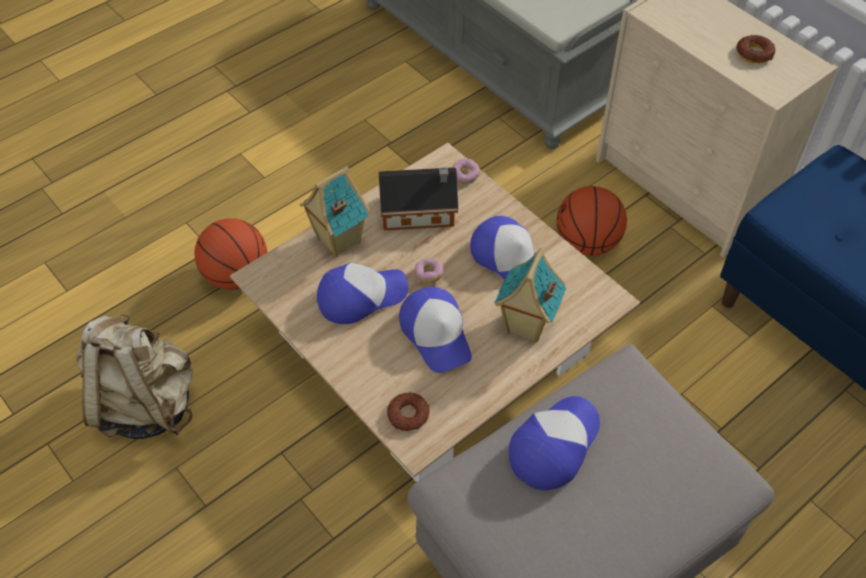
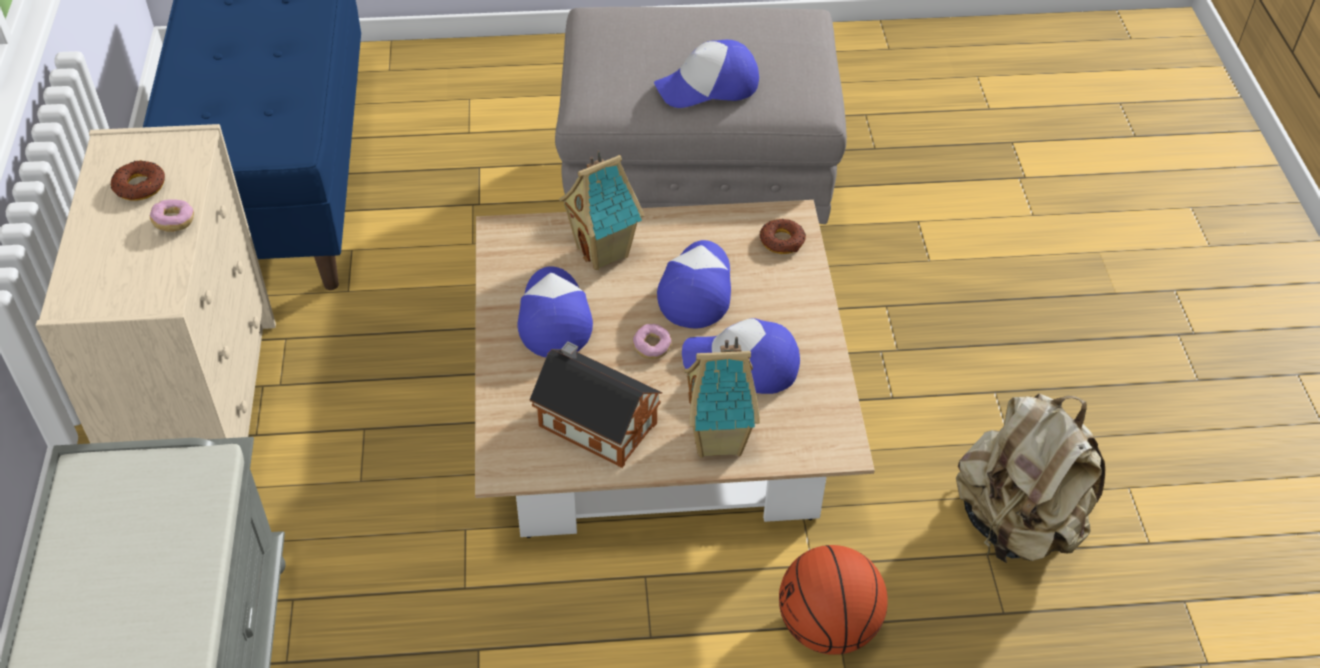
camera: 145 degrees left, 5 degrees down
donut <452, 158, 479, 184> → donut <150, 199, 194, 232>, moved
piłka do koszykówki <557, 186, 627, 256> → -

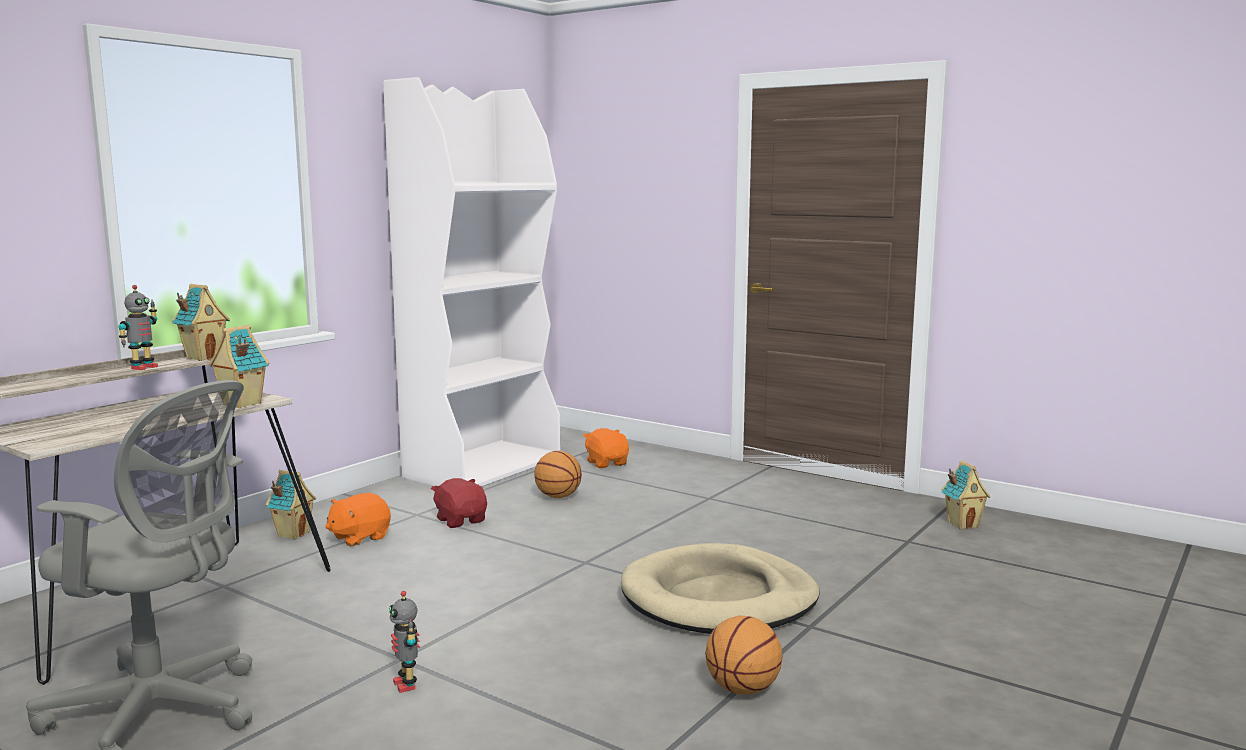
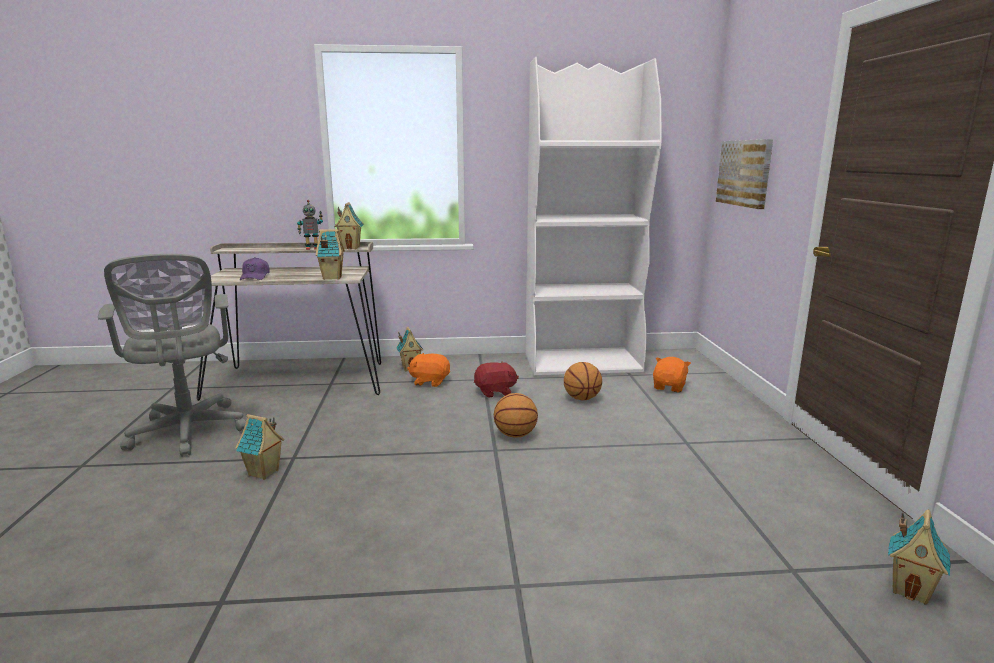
camera: 50 degrees right, 5 degrees up
pluszak (czerwony) <431, 478, 487, 528> → pluszak (czerwony) <474, 361, 519, 398>, 60 degrees clockwise
legowisko (beżowy) <621, 543, 820, 634> → -
robot zabawkowy <389, 591, 420, 693> → domek <236, 414, 285, 480>
piłka do koszykówki <705, 615, 783, 695> → piłka do koszykówki <494, 393, 538, 438>, moved
- → obraz <716, 139, 773, 209>
- → czapka z daszkiem (fioletowy) <240, 257, 269, 280>

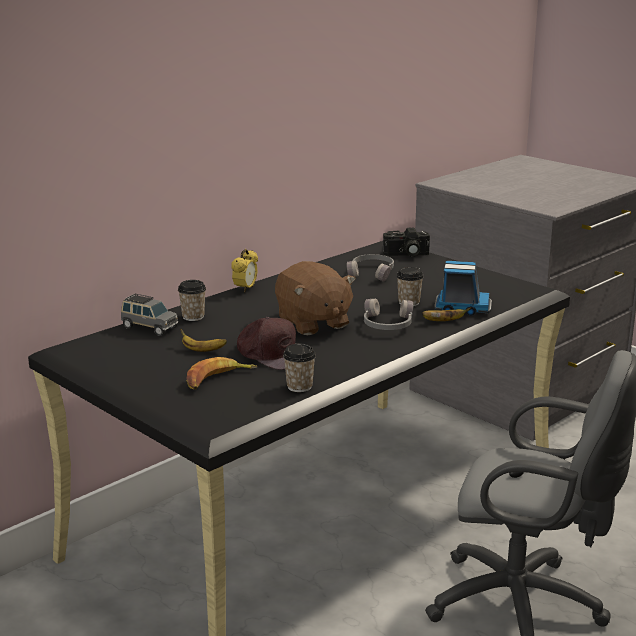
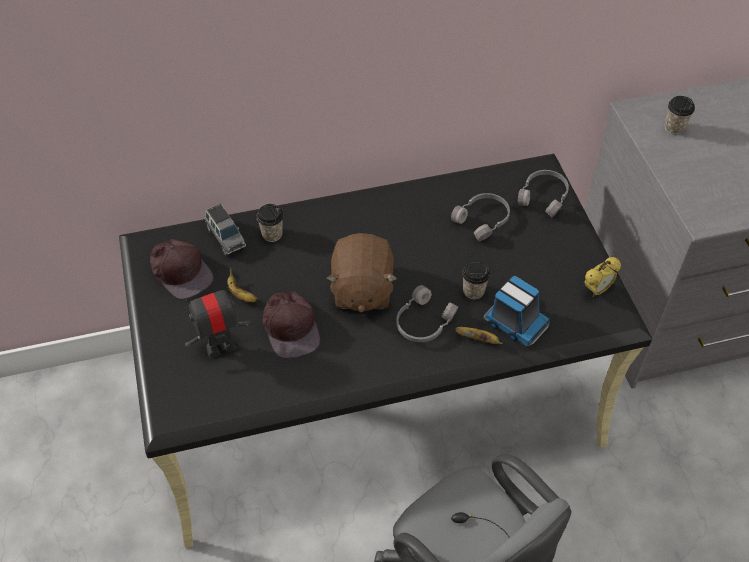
camera: 30 degrees right, 30 degrees up
aparat fotograficzny <383, 228, 430, 257> → słuchawki (szary) <518, 170, 569, 217>
budzik <231, 249, 258, 293> → budzik <584, 257, 621, 297>, moved
filiżanka <283, 344, 316, 392> → filiżanka <665, 96, 695, 135>, moved
banan <186, 357, 257, 390> → robot zabawkowy <184, 282, 251, 358>
- → czapka z daszkiem (brązowy) <150, 239, 214, 299>

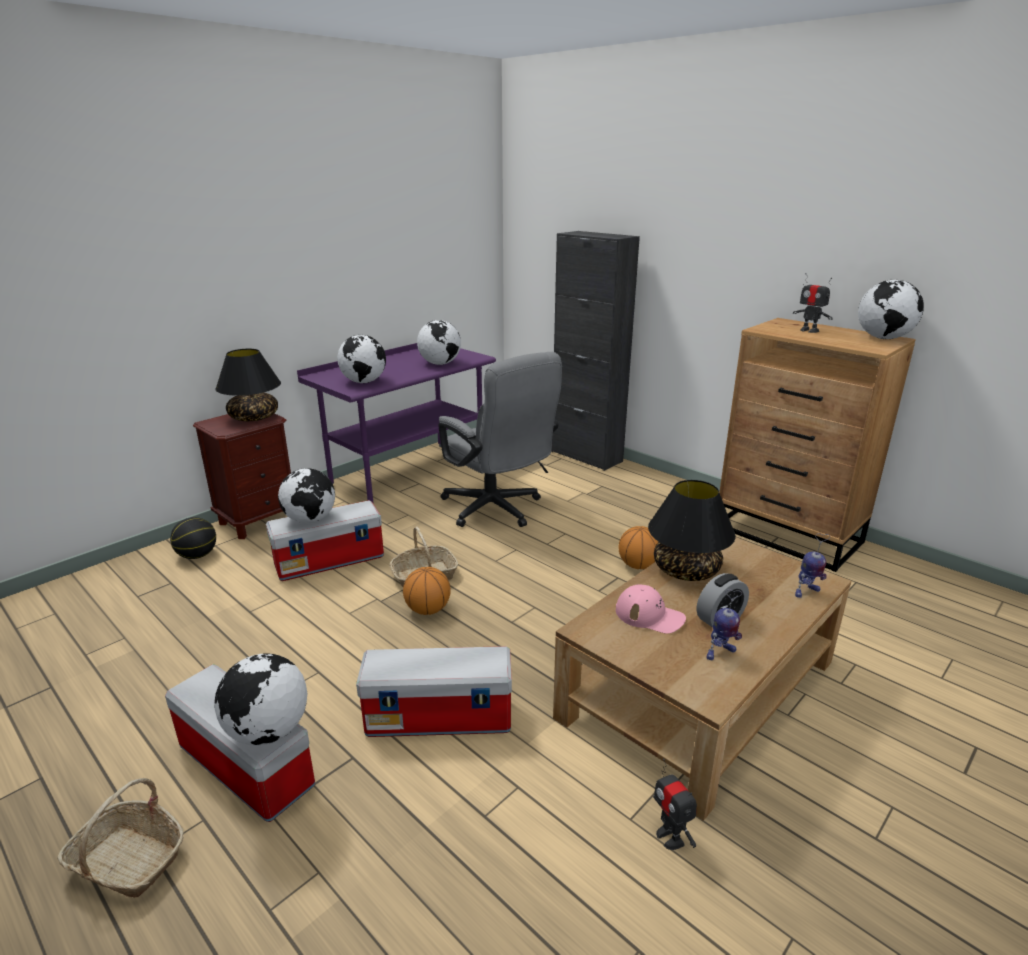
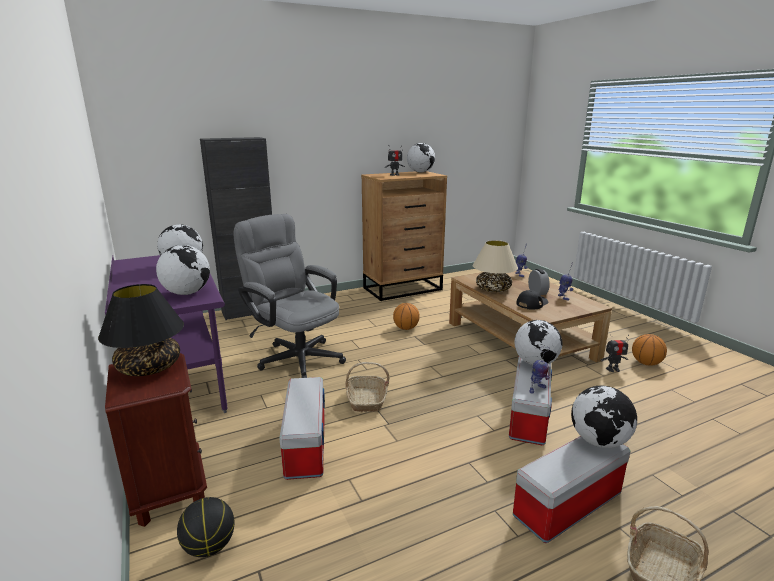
camera: 70 degrees left, 5 degrees down
krzesło biurowe (szary) <438, 352, 562, 527> → krzesło biurowe (szary) <234, 214, 346, 378>, 120 degrees counterclockwise
globus <278, 468, 335, 523> → globus <514, 320, 562, 365>, moved
lampa stołowa (czarny) <648, 480, 736, 581> → lampa stołowa (beżowy) <473, 240, 518, 292>
piłka do koszykówki <403, 567, 451, 615> → piłka do koszykówki <632, 334, 667, 366>, moved
czapka z daszkiem (różowy) <616, 584, 686, 634> → czapka z daszkiem (czarny) <516, 290, 548, 309>
- → robot zabawkowy <530, 347, 550, 394>

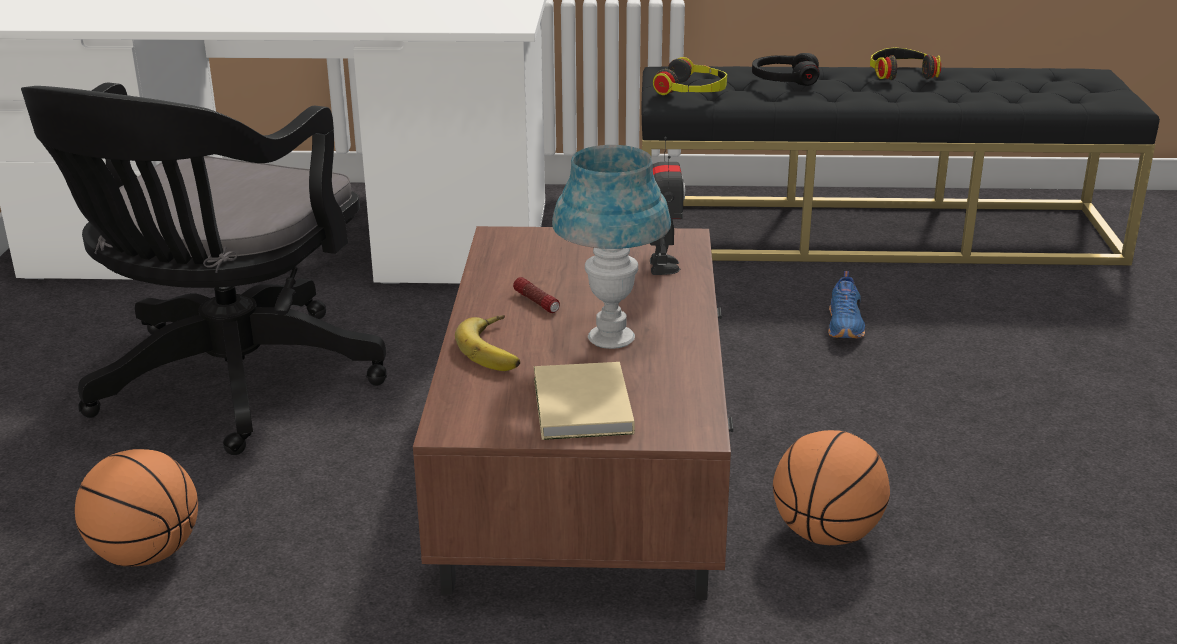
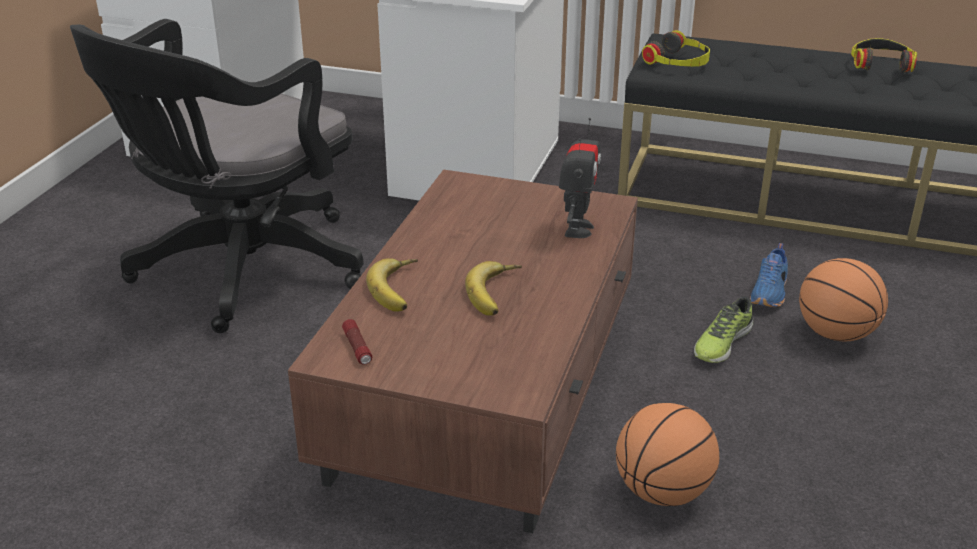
camera: 15 degrees right, 5 degrees up
słuchawki (czarny) <752, 53, 819, 86> → -
lampa stołowa (niebieski) <552, 145, 671, 349> → banan <465, 261, 522, 316>
latarka <513, 277, 560, 313> → latarka <342, 319, 372, 365>, moved
książka (beżowy) <534, 362, 635, 440> → -
piłka do koszykówki <75, 449, 198, 566> → piłka do koszykówki <799, 258, 888, 341>, moved
- → but <694, 297, 753, 363>

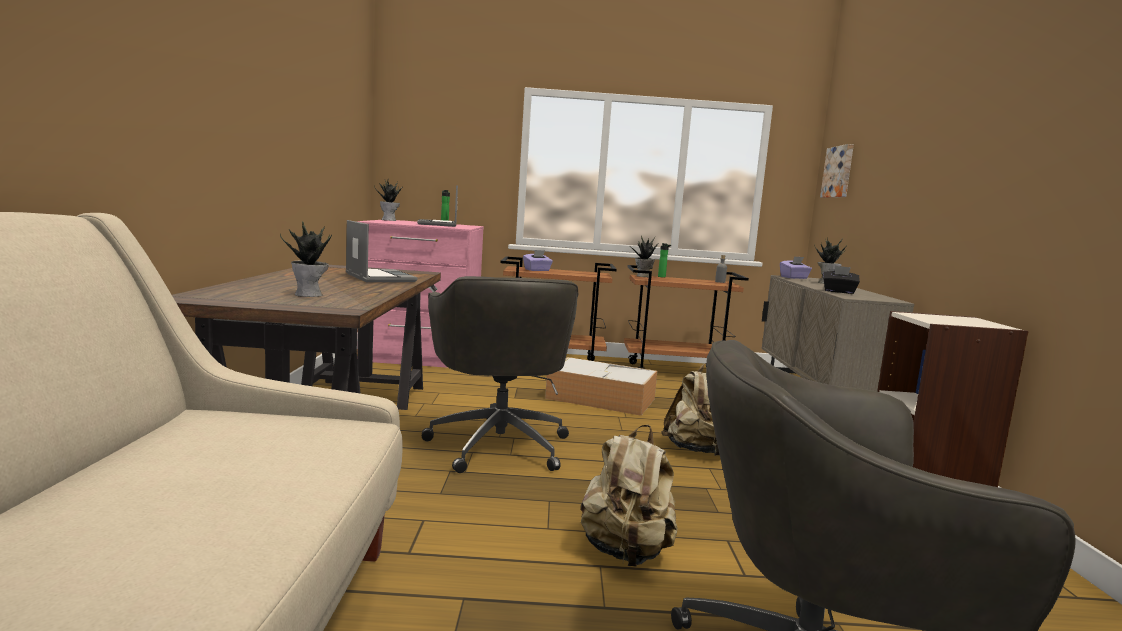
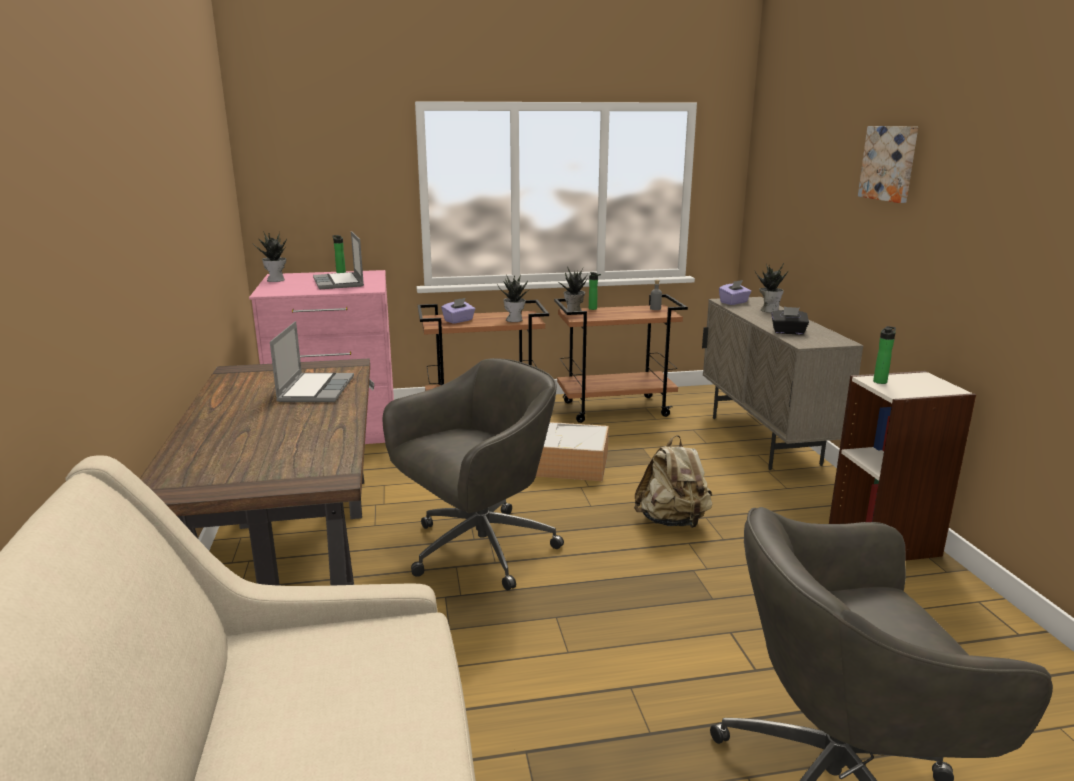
camera: 10 degrees left, 10 degrees up
obraz <820, 144, 854, 198> → obraz <858, 126, 918, 203>, moved
laptop <346, 220, 417, 282> → laptop <270, 321, 354, 402>, 45 degrees clockwise
roślina doniczkowa <280, 221, 332, 297> → roślina doniczkowa <497, 274, 530, 322>, moved
krzesło biurowe (szary) <422, 276, 578, 473> → krzesło biurowe (szary) <383, 358, 564, 590>, 105 degrees counterclockwise
plecak (beżowy) <581, 425, 678, 567> → -
- → butelka <873, 326, 896, 384>

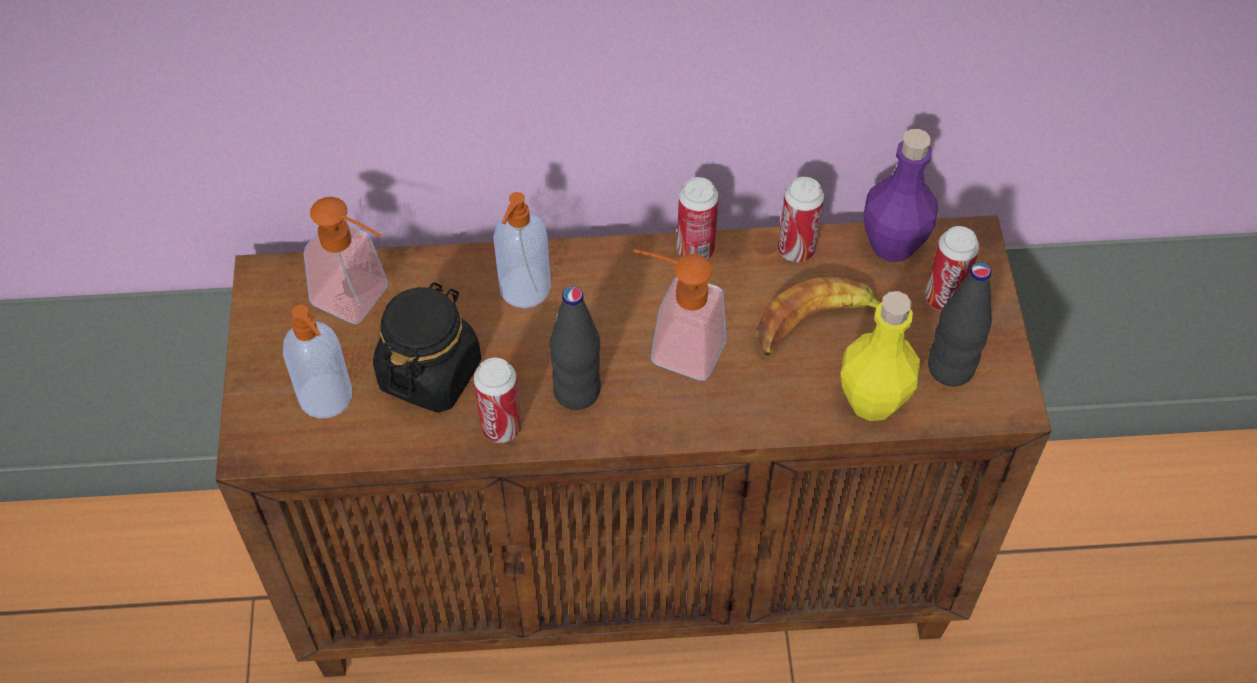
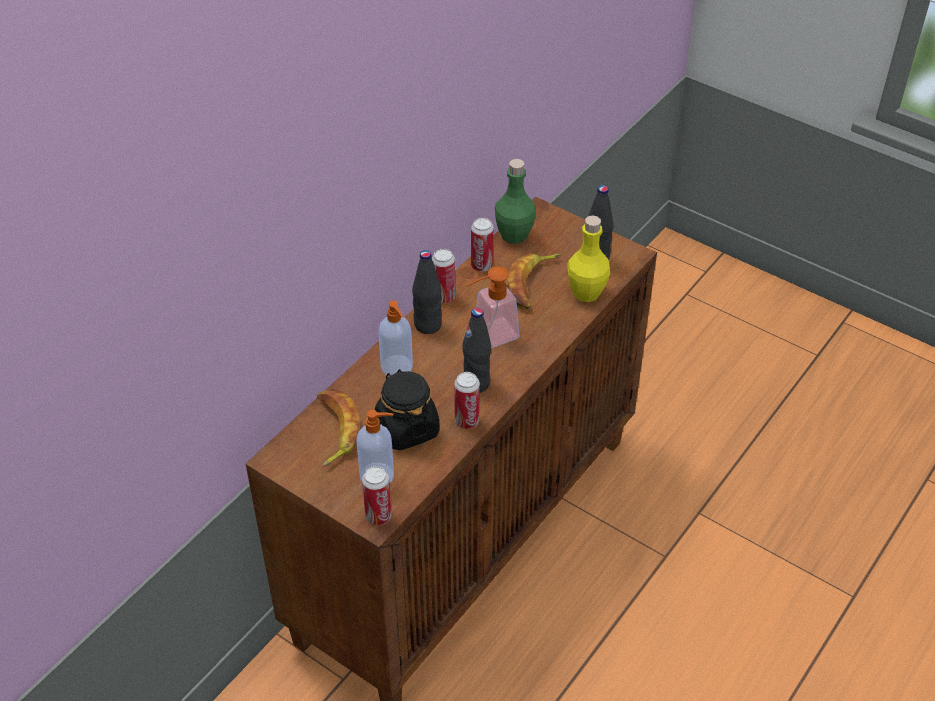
camera: 50 degrees left, 10 degrees down
butelka (fioletowy) <864, 129, 938, 262> → butelka (zielony) <495, 159, 536, 244>
dozownik mydła <304, 197, 388, 324> → banan <317, 389, 360, 467>
puszka <925, 226, 980, 311> → puszka <362, 466, 392, 525>, moved
- → butelka (czarny) <412, 250, 442, 334>

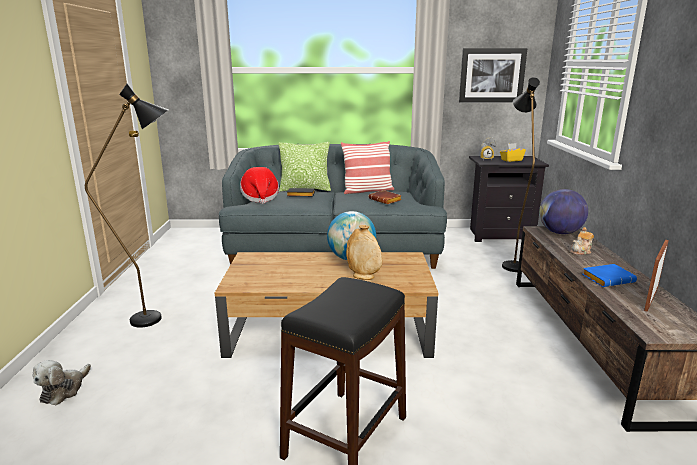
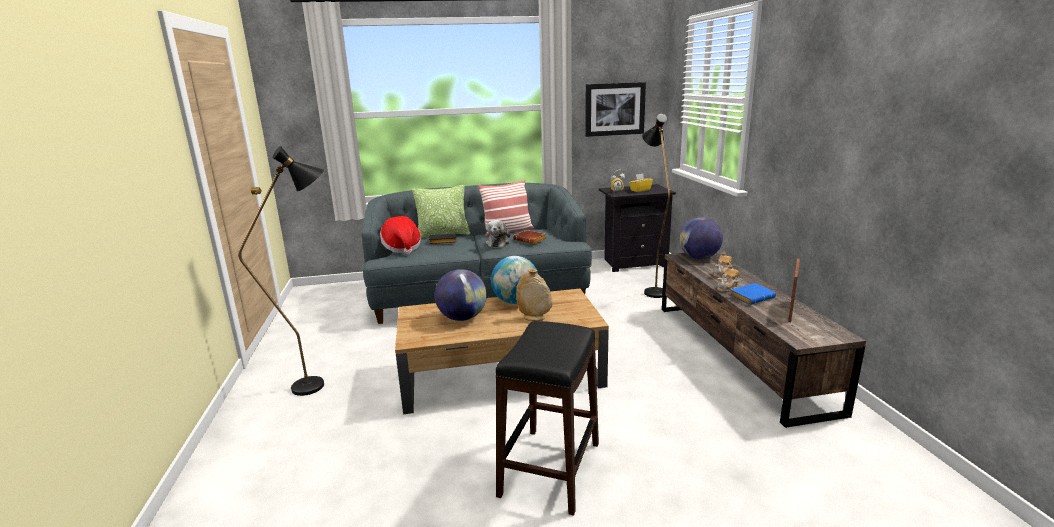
camera: 10 degrees left, 0 degrees up
pluszak <33, 360, 91, 405> → pluszak <486, 220, 510, 247>, moved
- → imbryk <717, 265, 740, 292>
- → globus <435, 269, 487, 321>

